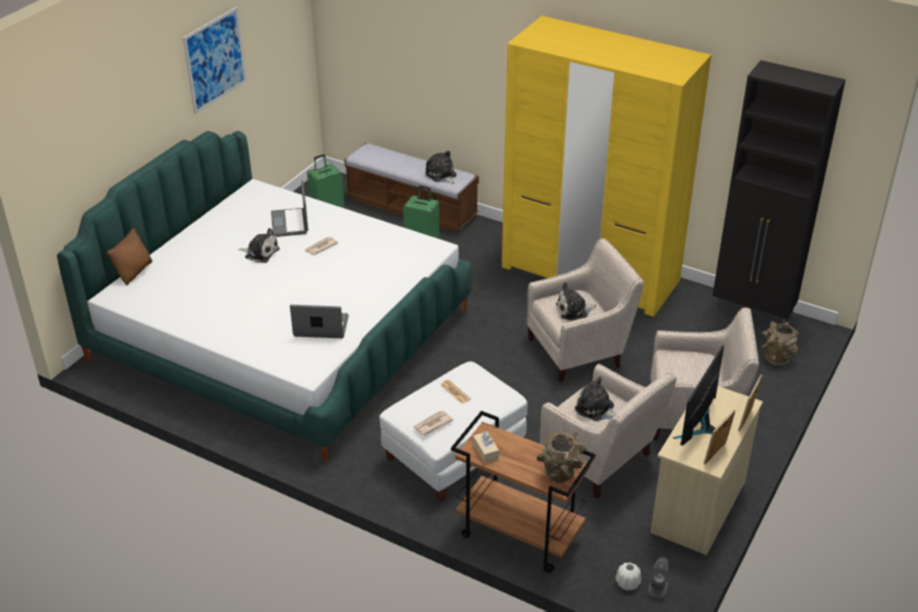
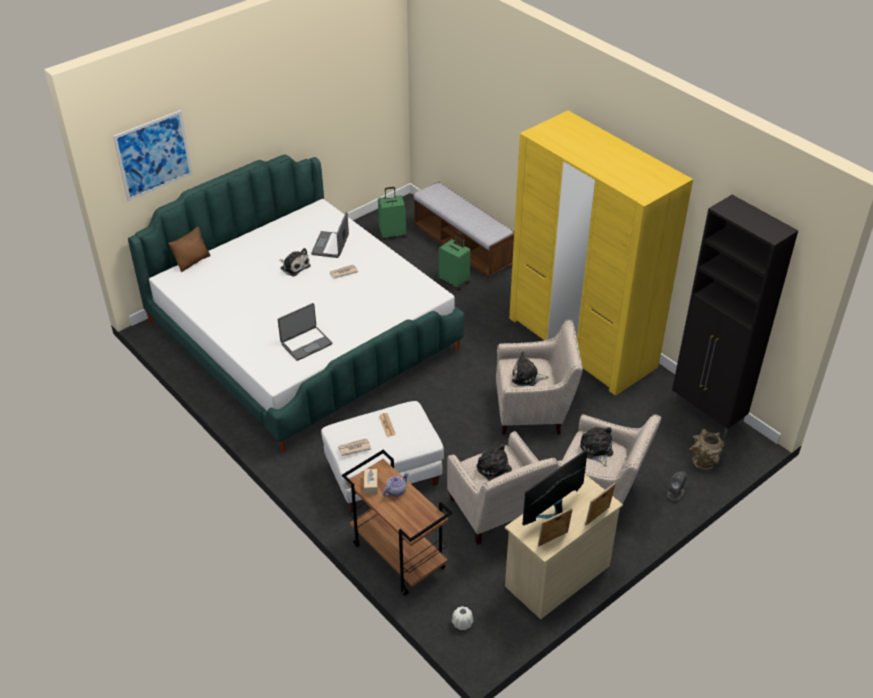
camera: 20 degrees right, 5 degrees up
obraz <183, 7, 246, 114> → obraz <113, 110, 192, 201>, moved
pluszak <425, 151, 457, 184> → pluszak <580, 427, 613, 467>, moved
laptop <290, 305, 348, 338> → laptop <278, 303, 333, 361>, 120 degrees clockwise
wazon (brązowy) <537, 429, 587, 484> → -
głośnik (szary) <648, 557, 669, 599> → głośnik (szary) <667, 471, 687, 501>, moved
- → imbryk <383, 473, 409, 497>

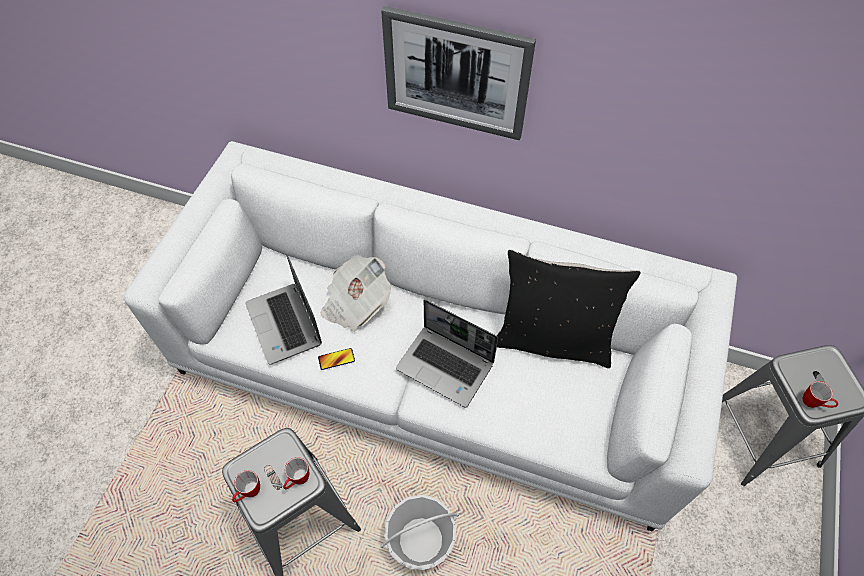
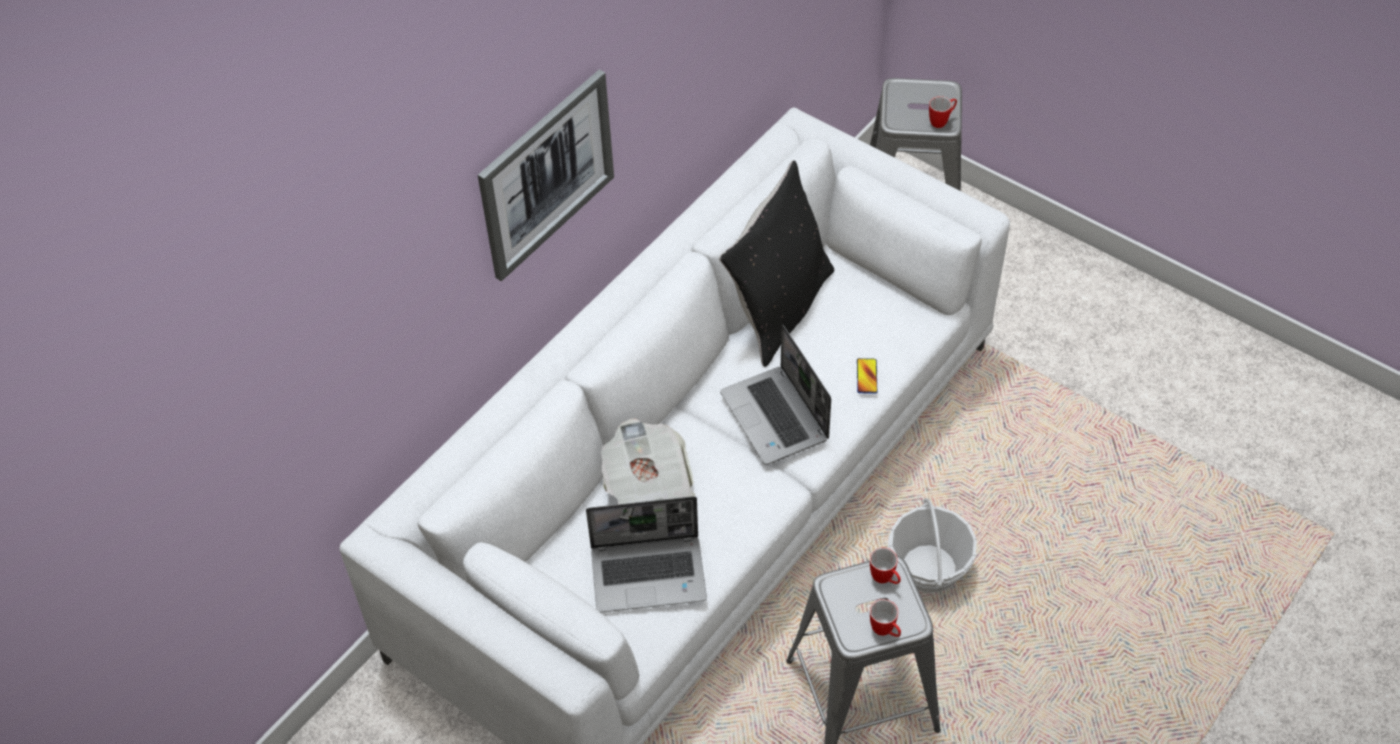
camera: 70 degrees left, 5 degrees down
laptop <396, 299, 498, 407> → laptop <720, 325, 831, 465>, 105 degrees clockwise
telefon <318, 348, 355, 370> → telefon <857, 358, 877, 394>, moved

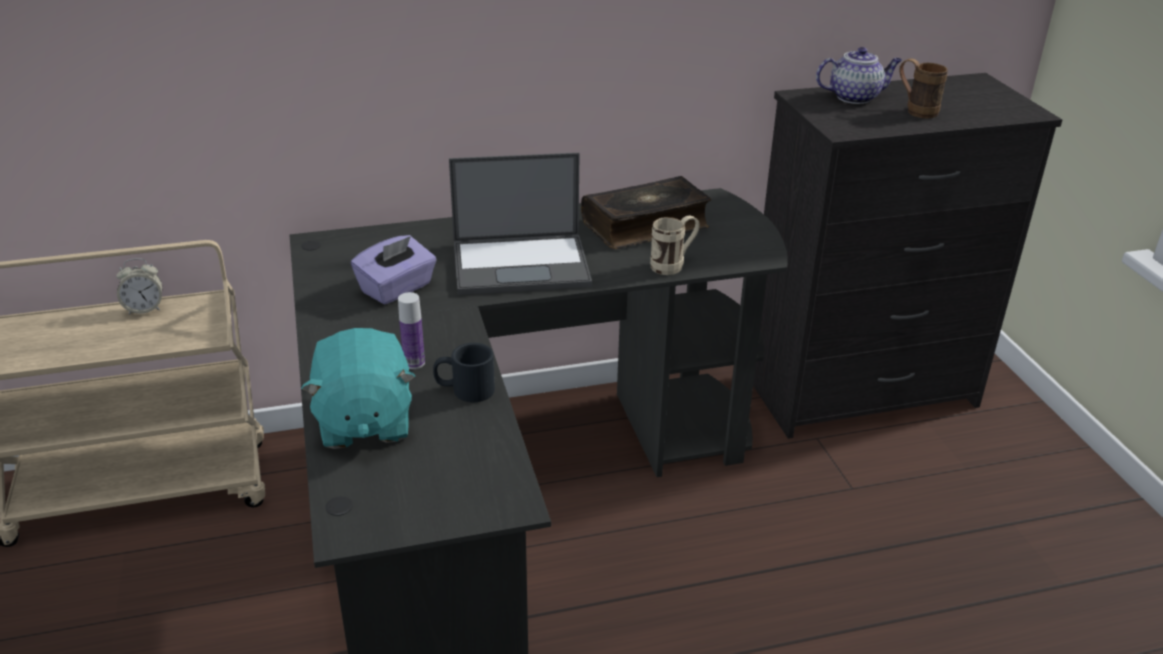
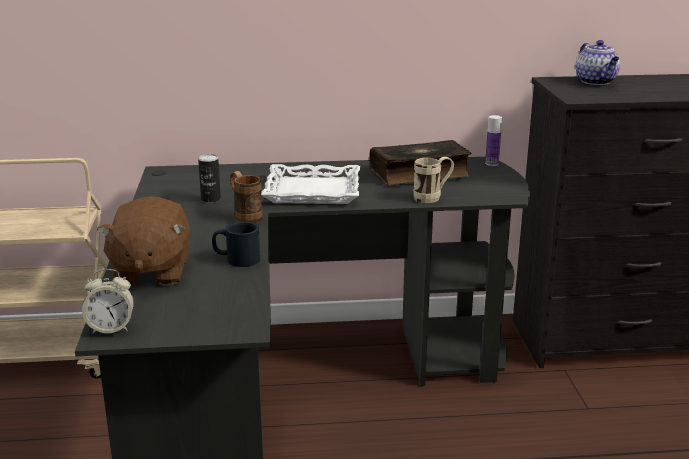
camera: 10 degrees right, 10 degrees down
imbryk <816, 47, 902, 104> → imbryk <576, 40, 620, 85>, 75 degrees clockwise
kubek (brązowy) <899, 58, 948, 118> → kubek (brązowy) <230, 171, 263, 223>, moved
laptop <449, 153, 592, 295> → taca (biały) <261, 164, 360, 204>
pudełko chusteczek (fioletowy) <351, 235, 437, 305> → puszka <198, 154, 221, 203>
budzik <116, 258, 162, 315> → budzik <82, 269, 134, 333>, moved
butelka <398, 292, 425, 369> → butelka <485, 115, 502, 166>, moved
pluszak (turkusowy) <301, 328, 415, 449> → pluszak (brązowy) <97, 196, 190, 286>

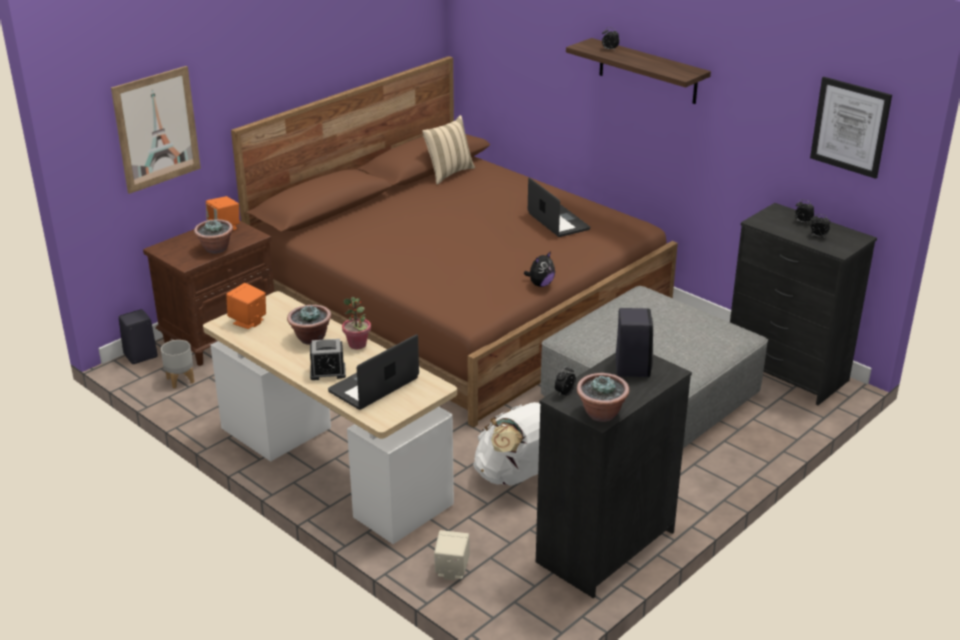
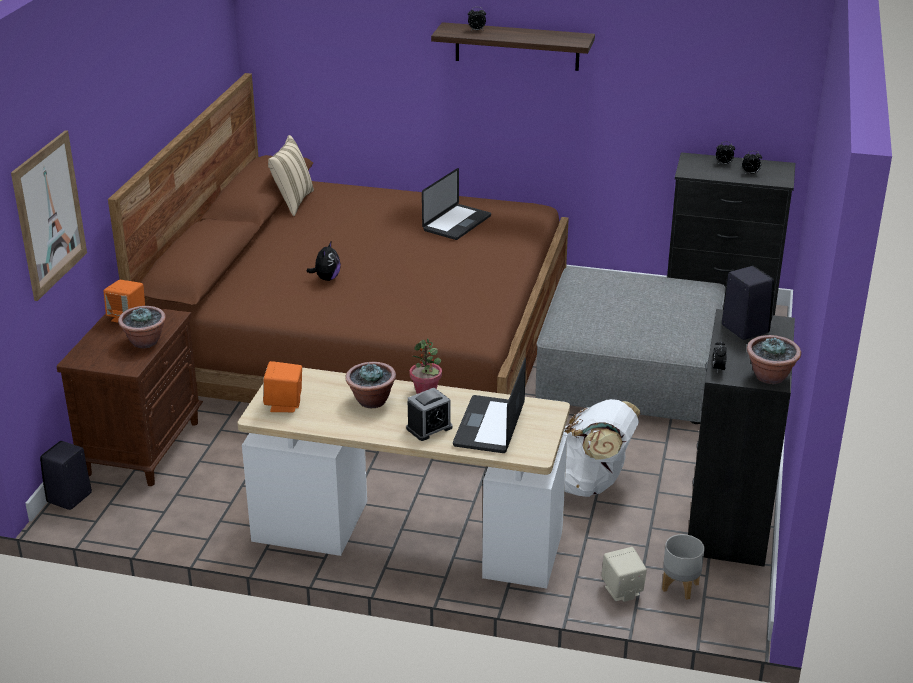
camera: 30 degrees left, 0 degrees up
obraz <810, 77, 892, 179> → -
laptop <528, 178, 590, 237> → laptop <422, 168, 491, 240>, 90 degrees clockwise
pluszak <524, 251, 555, 287> → pluszak <306, 242, 341, 281>, moved
donica (szary) <161, 340, 194, 389> → donica (szary) <662, 534, 705, 600>, moved

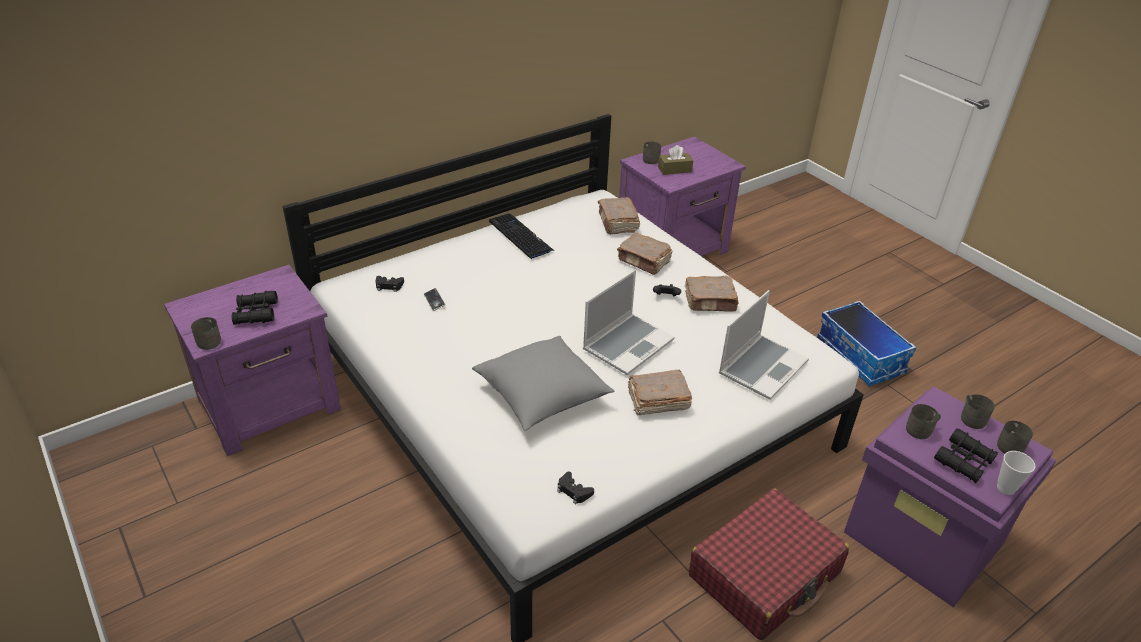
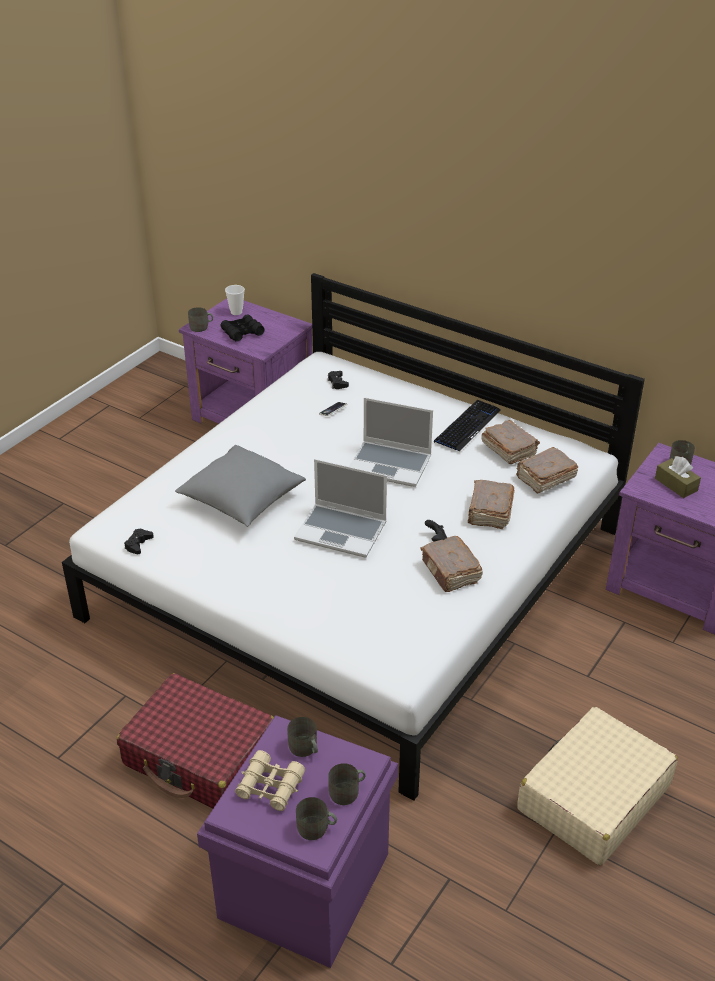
camera: 70 degrees right, 0 degrees up
laptop <719, 290, 809, 400> → laptop <349, 397, 433, 487>, moved
pojemnik do przechowywania <817, 300, 917, 386> → walizka (beżowy) <517, 707, 678, 865>
książka (brązowy) <628, 370, 692, 415> → książka (brązowy) <481, 420, 540, 464>, moved
lornetka (czarny) <934, 428, 998, 483> → lornetka (beżowy) <235, 750, 305, 811>
filiżanka <997, 451, 1036, 495> → filiżanka <225, 285, 245, 315>, moved

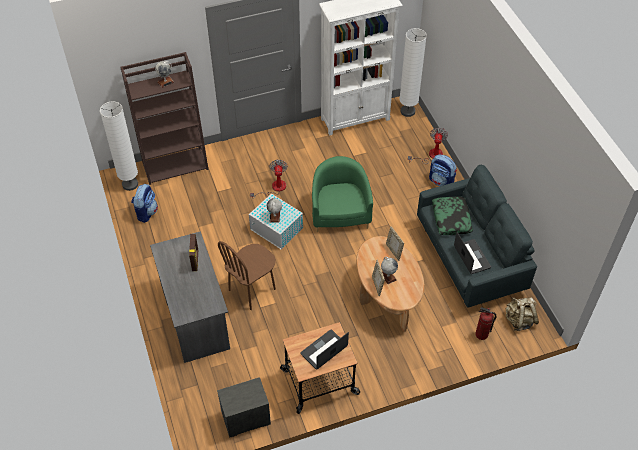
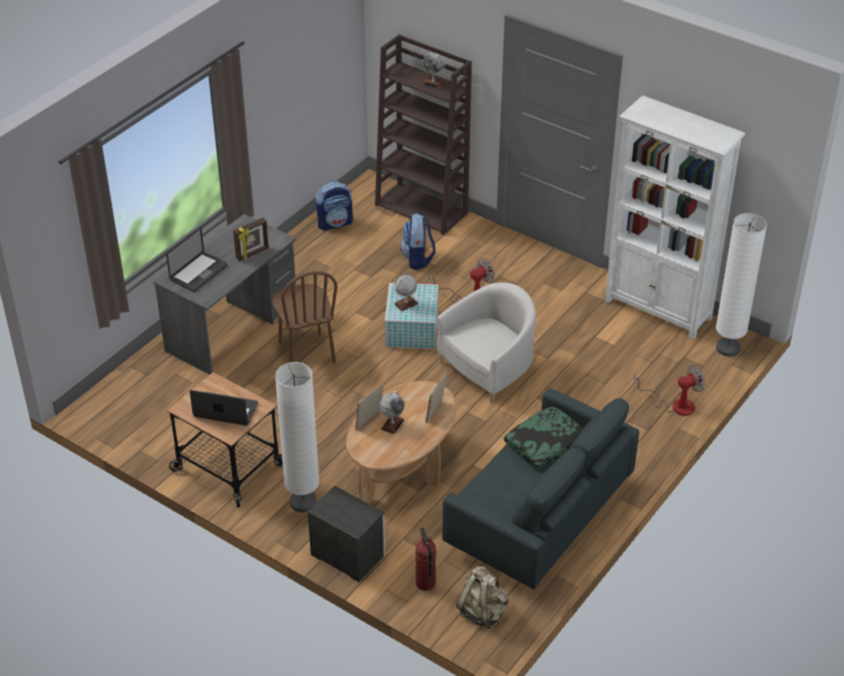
camera: 55 degrees right, 10 degrees down
lampa stojąca (biały) <100, 101, 138, 191> → lampa stojąca (biały) <275, 362, 319, 513>, moved
plecak <429, 154, 457, 186> → plecak <400, 213, 436, 270>, moved
fotel (zielony) <312, 156, 373, 232> → fotel (biały) <437, 282, 536, 403>
laptop <454, 232, 491, 274> → laptop <166, 228, 228, 292>, moved
krzesło (brązowy) <218, 241, 276, 310> → krzesło (brązowy) <273, 271, 338, 364>, 120 degrees counterclockwise
szafka nocna <217, 377, 271, 438> → szafka nocna <307, 485, 385, 582>, moved

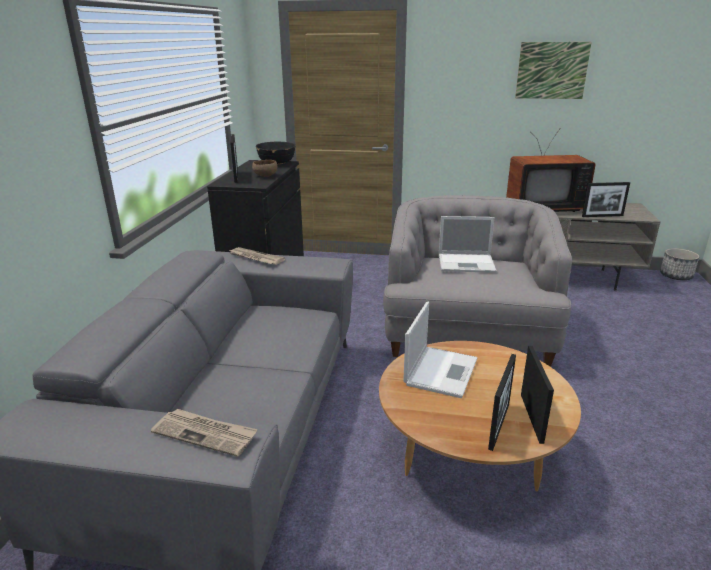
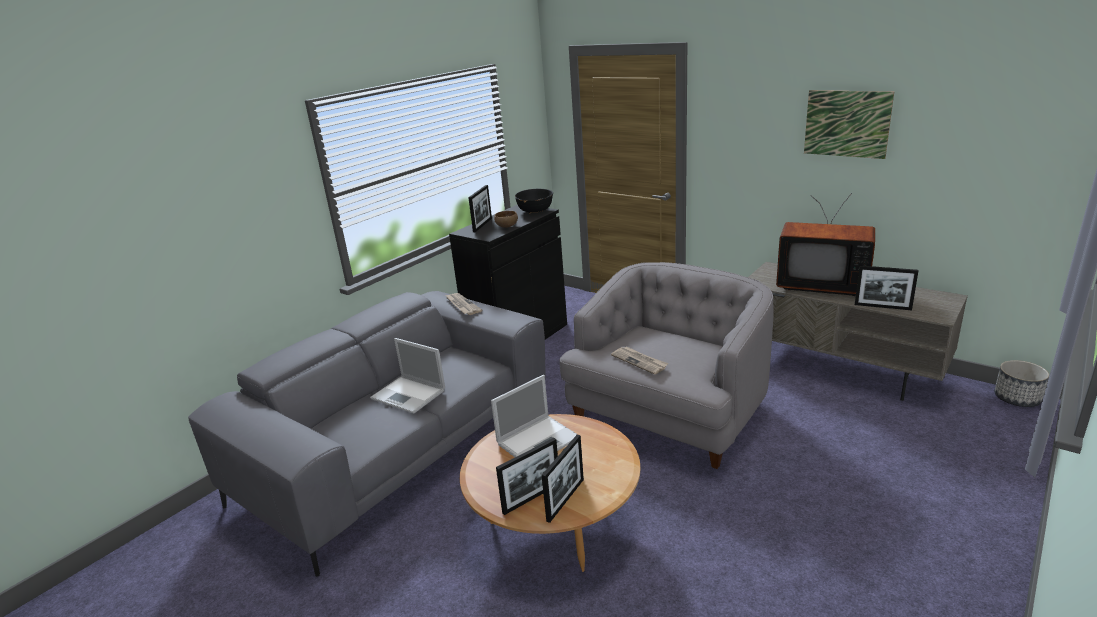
camera: 30 degrees right, 0 degrees up
laptop <439, 216, 497, 273> → laptop <370, 338, 445, 414>, moved
gazeta <151, 409, 258, 457> → gazeta <611, 347, 669, 375>, moved

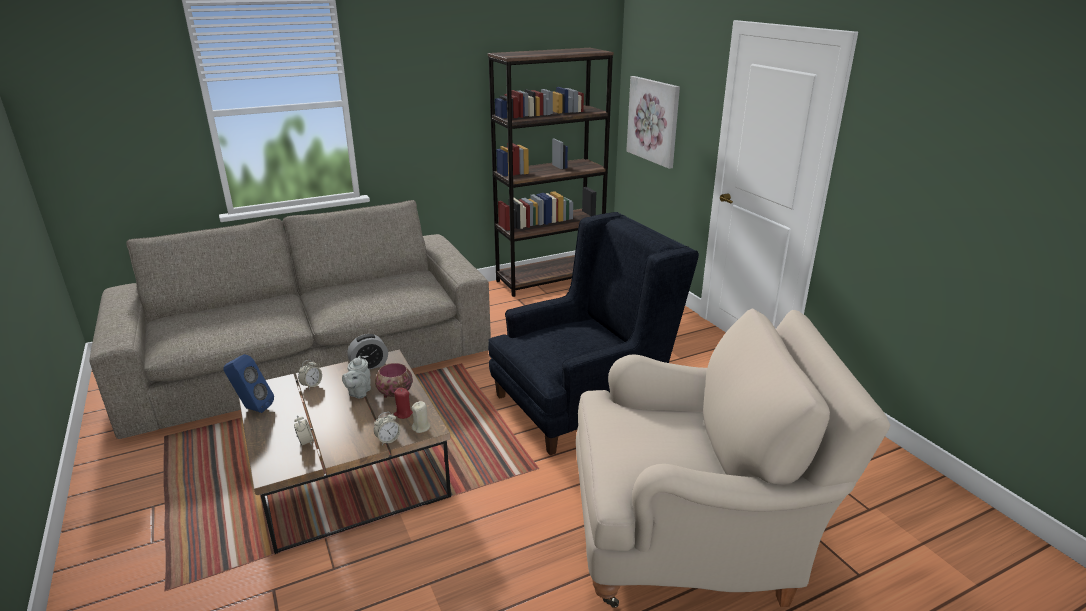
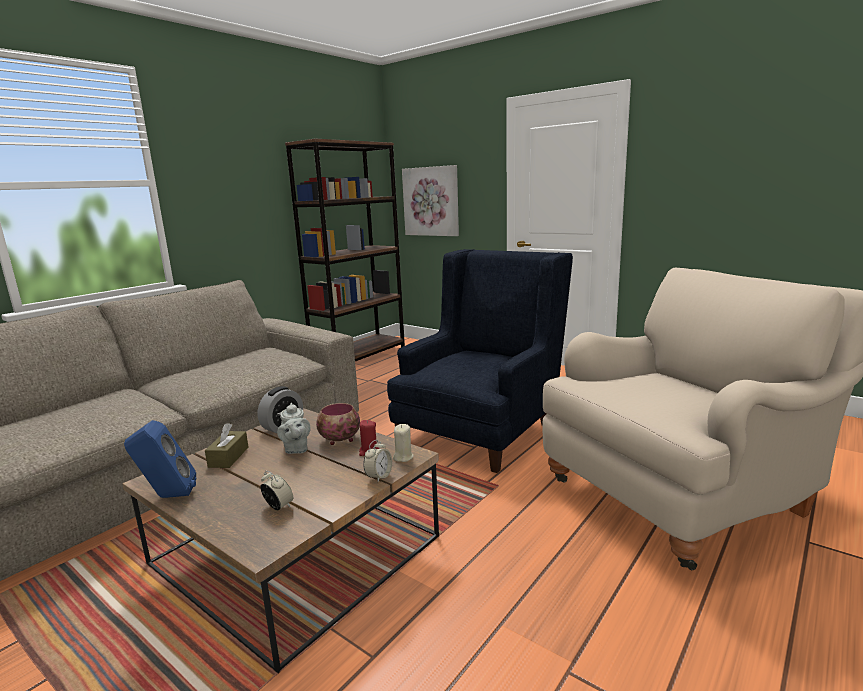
camera: 25 degrees left, 10 degrees down
budzik <298, 360, 322, 389> → pudełko chusteczek (brązowy) <205, 423, 248, 468>

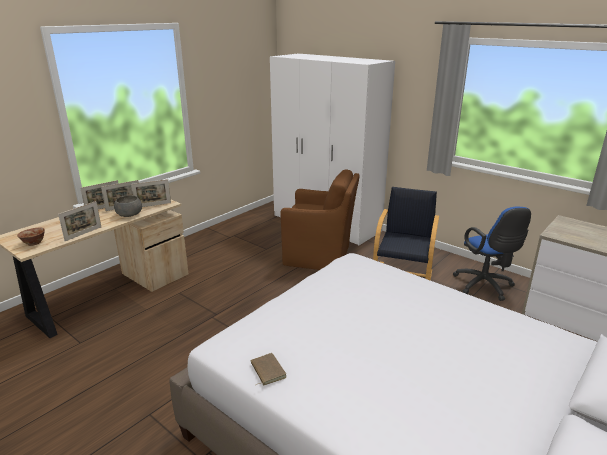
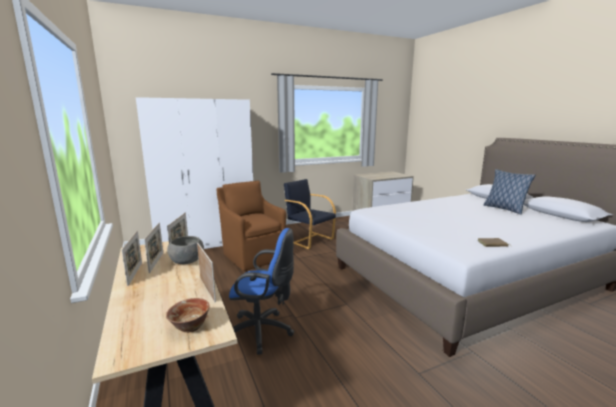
camera: 65 degrees left, 10 degrees down
fotel (brązowy) <280, 169, 360, 270> → fotel (brązowy) <217, 181, 286, 271>, 75 degrees counterclockwise
krzesło biurowe (niebieski) <453, 207, 531, 301> → krzesło biurowe (niebieski) <229, 228, 294, 355>, moved
- → poduszka <484, 169, 535, 214>

